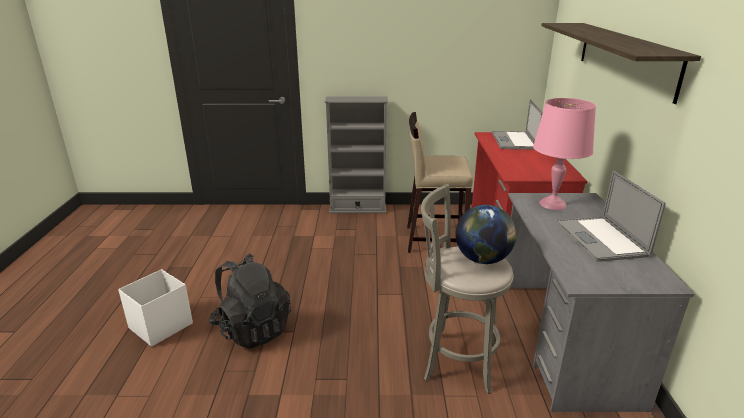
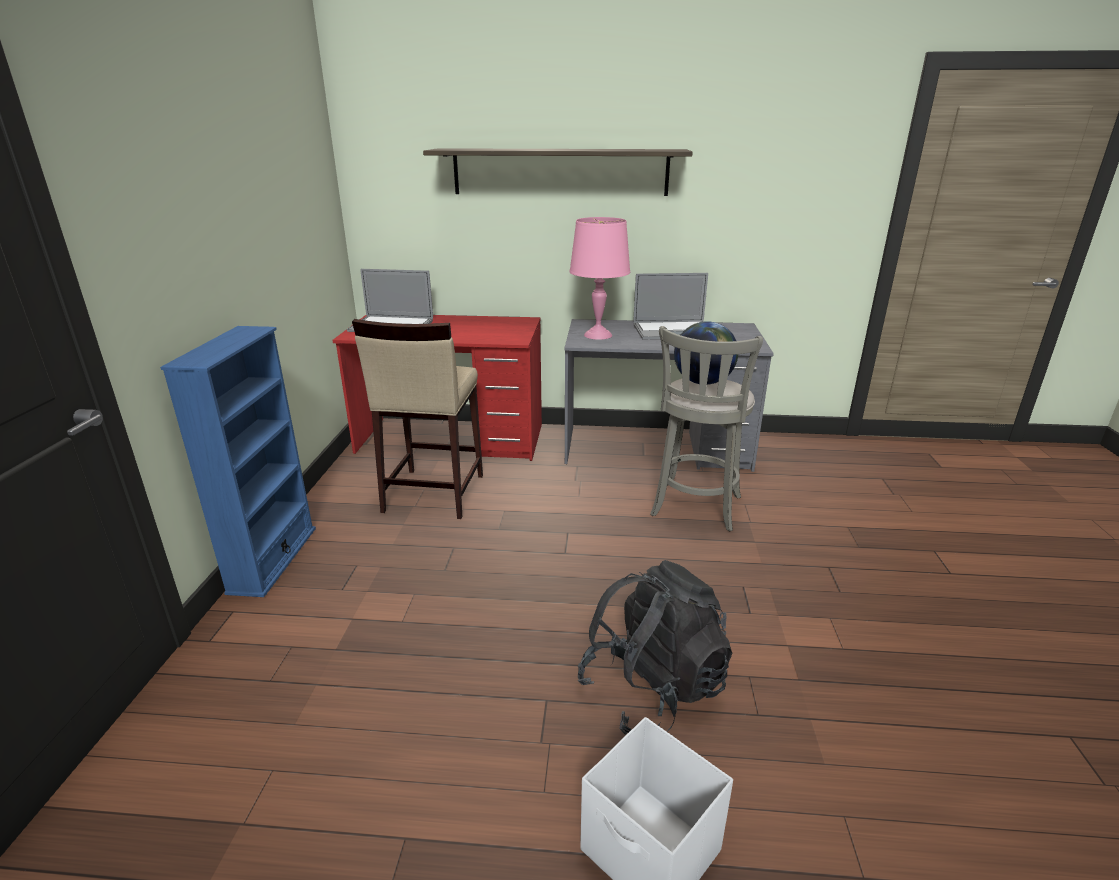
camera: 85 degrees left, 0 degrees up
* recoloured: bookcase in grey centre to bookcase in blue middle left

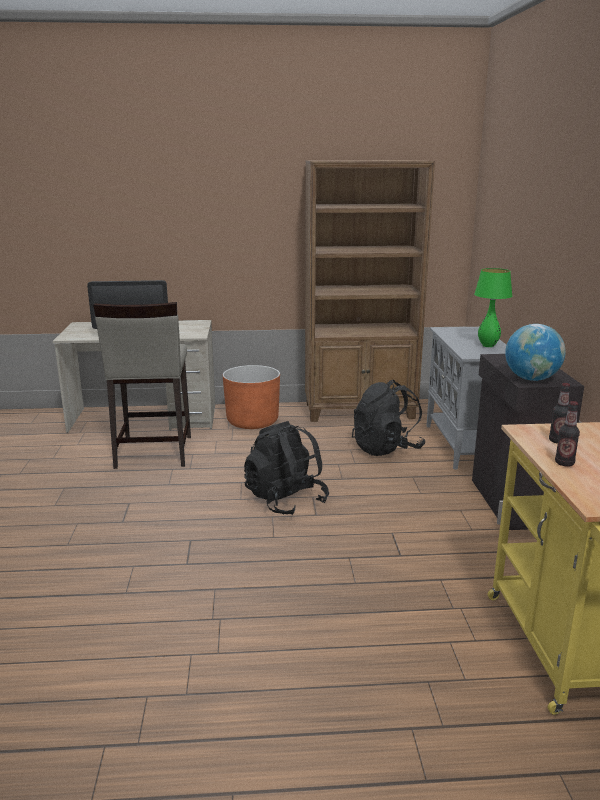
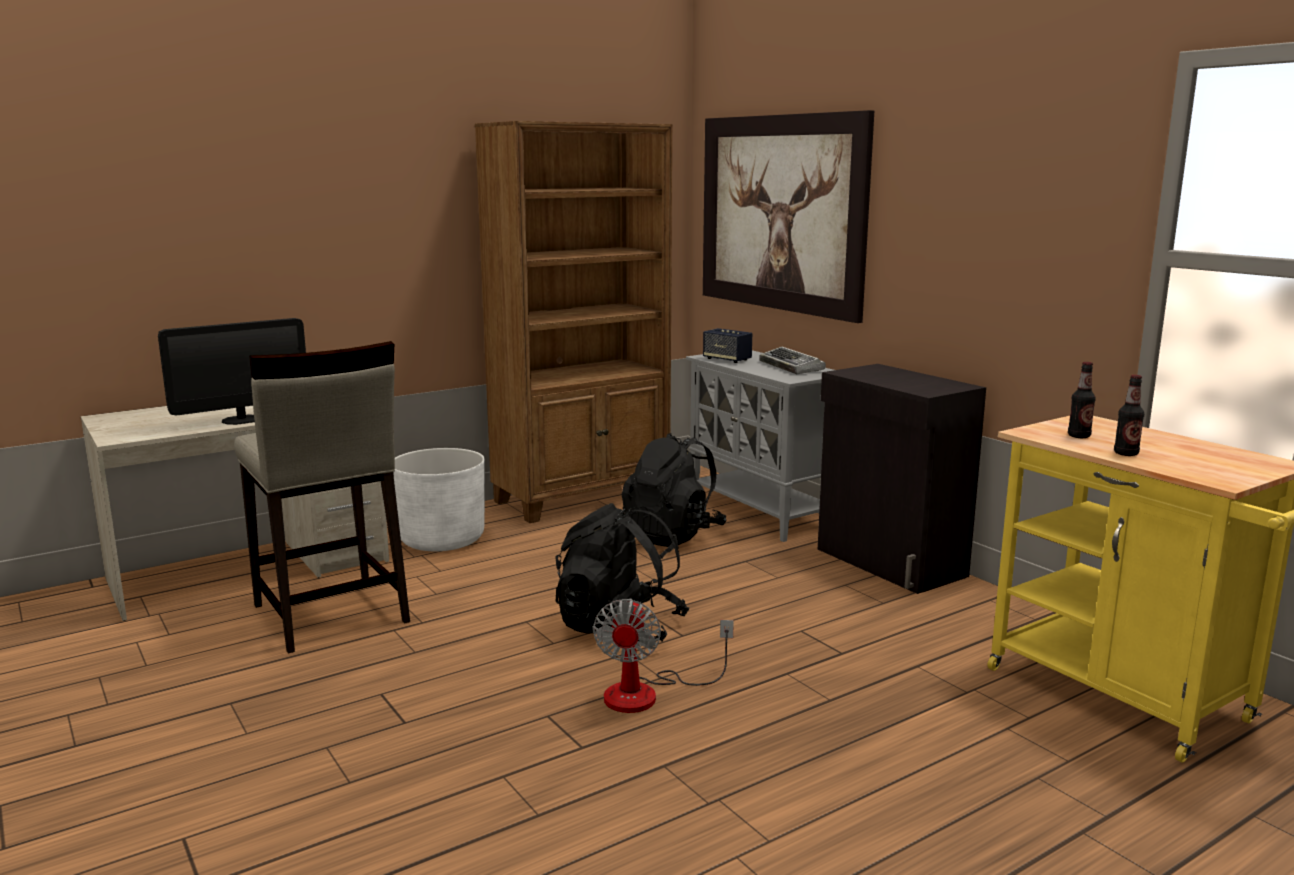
camera: 30 degrees left, 5 degrees down
* recoloured: planter in orange centre to planter in white centre
* added: fan bottom centre
* added: picture top centre
* added: speaker centre
* replaced: table lamp in green middle right to keyboard centre
* removed: globe middle right

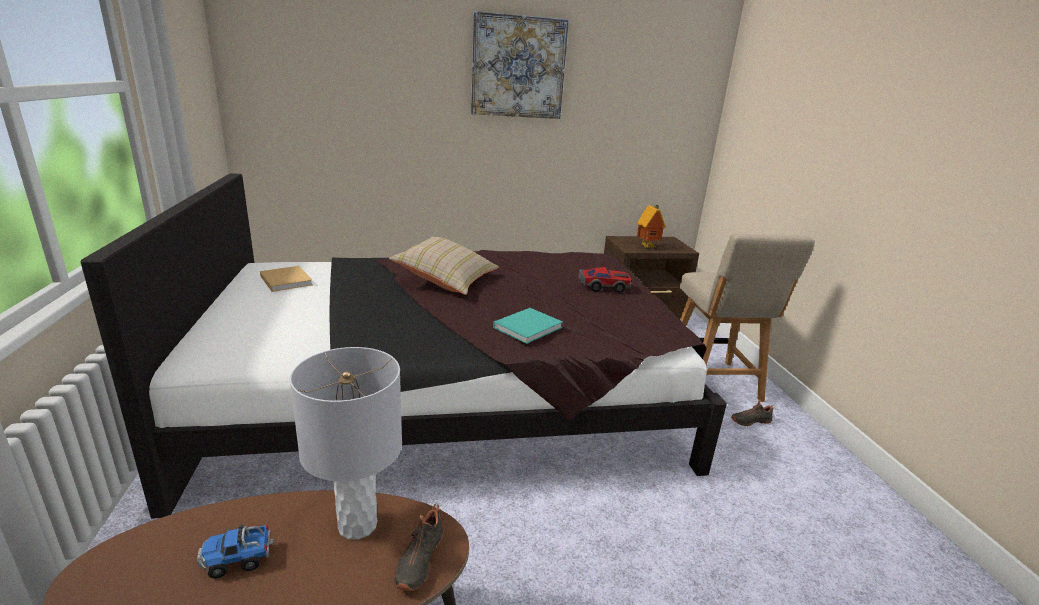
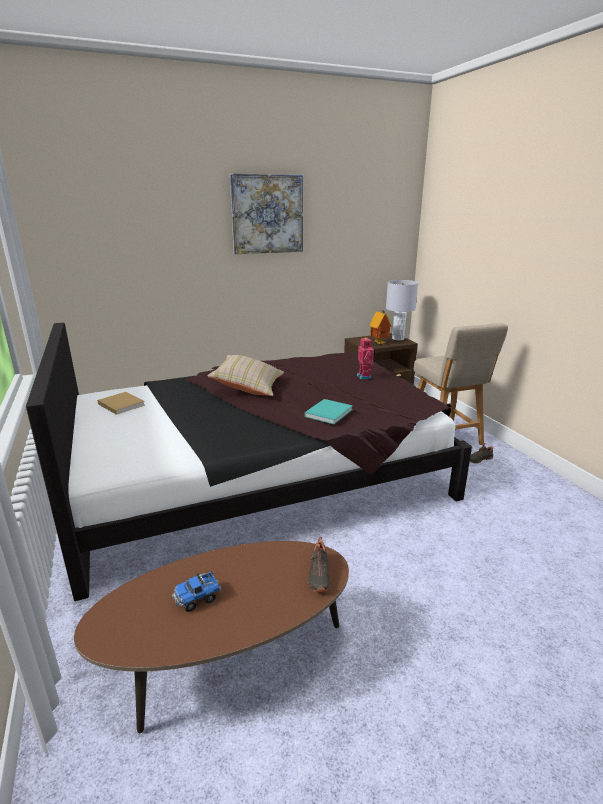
camera: 10 degrees left, 0 degrees up
* replaced: toy car centre to toy robot centre
* moved: table lamp in grey bottom left to middle right

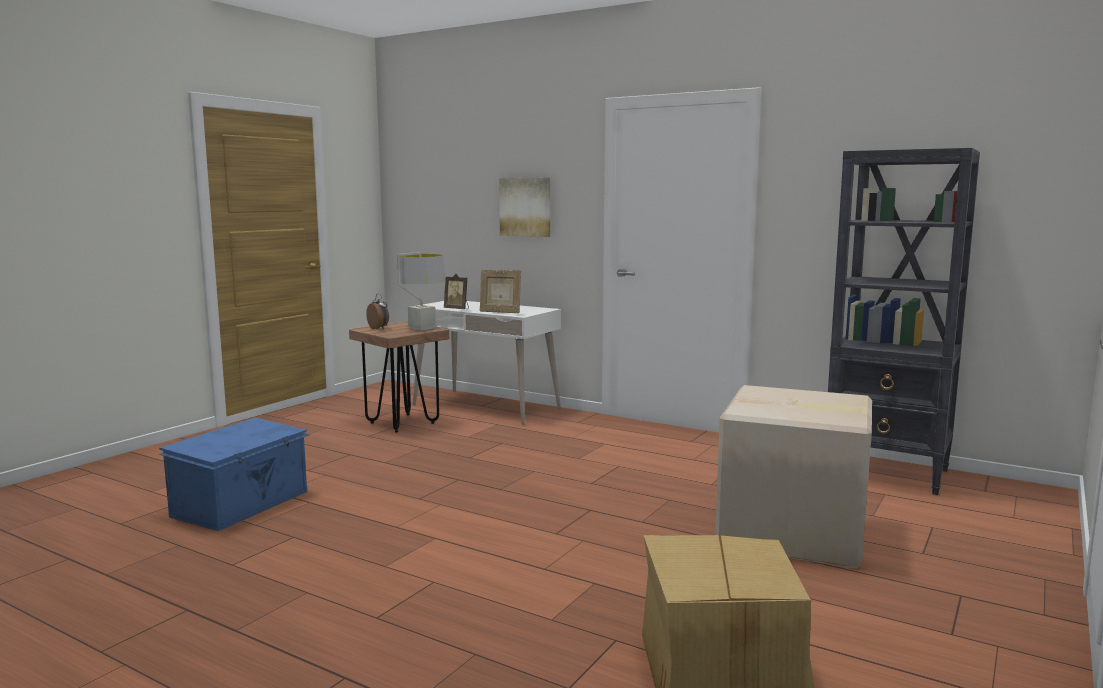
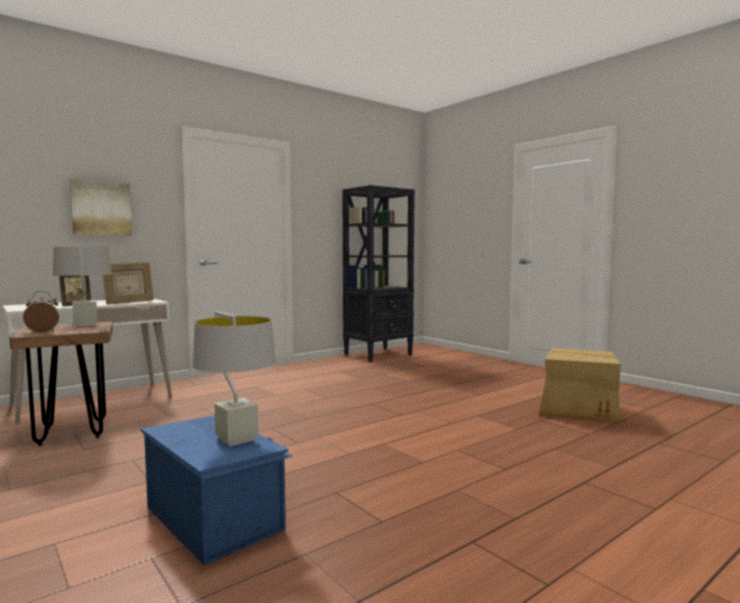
camera: 70 degrees left, 5 degrees down
* added: table lamp in grey (2nd from left) middle left
* removed: cardboard box (2nd from left) bottom right

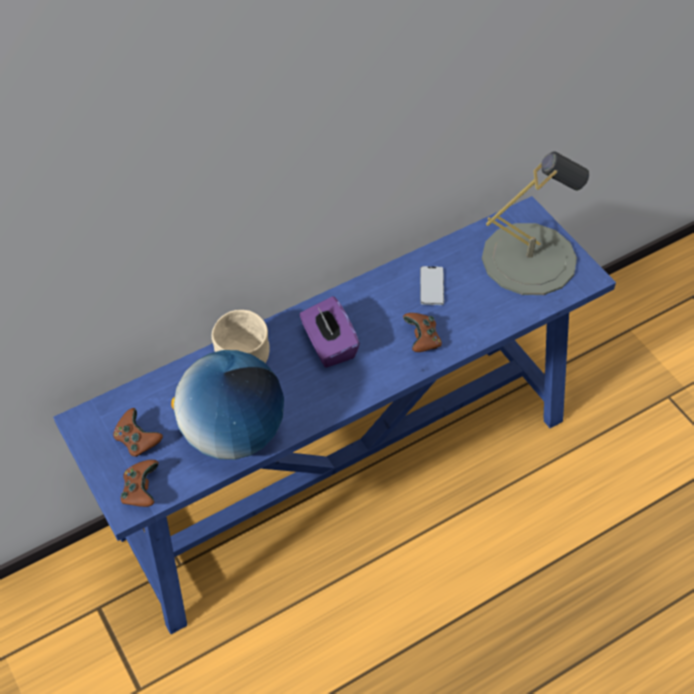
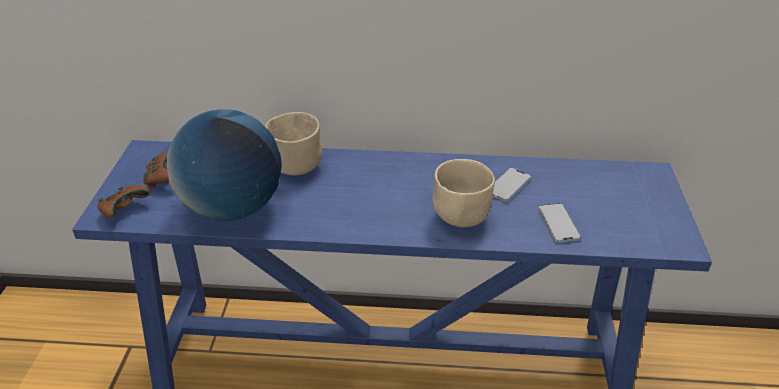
camera: 35 degrees right, 15 degrees down
* replaced: game controller in brown (3rd from left) centre to bowl in beige (2nd from left) centre
* added: phone (2nd from left) middle right
* removed: tissue box in purple centre
* removed: table lamp in grey top right

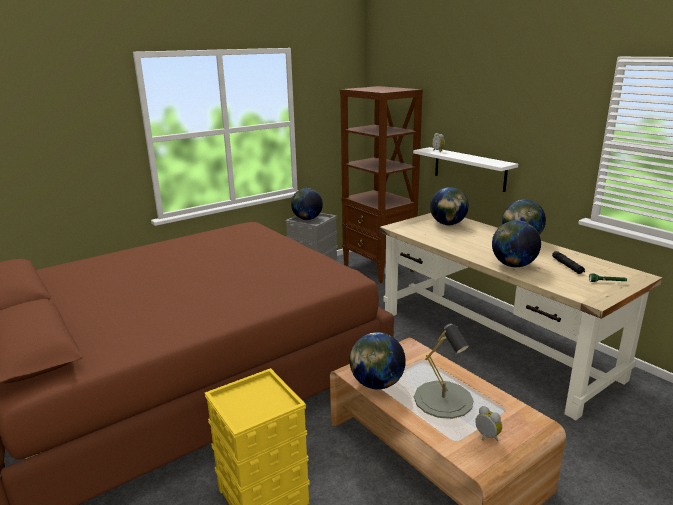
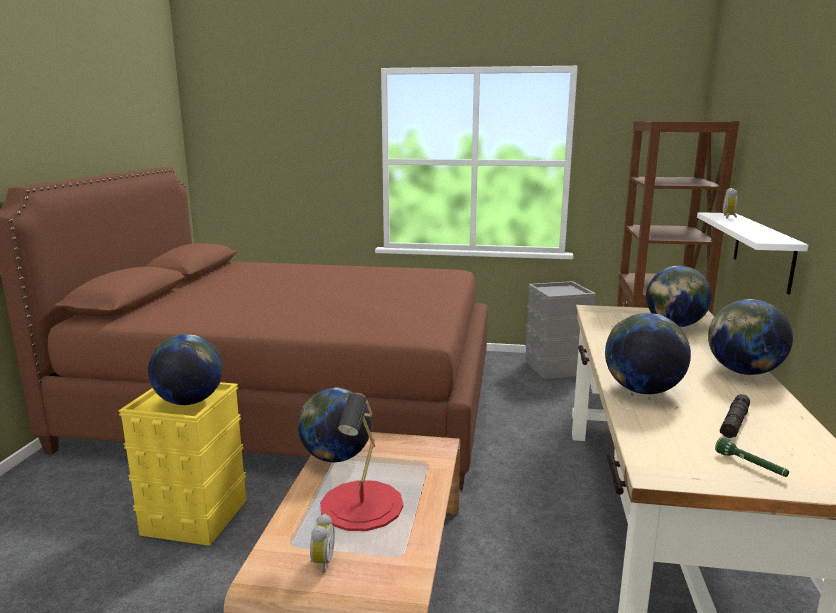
camera: 45 degrees right, 5 degrees down
* moved: globe (1st from left) centre to middle left
* recoloured: table lamp in grey bottom centre to table lamp in red bottom centre

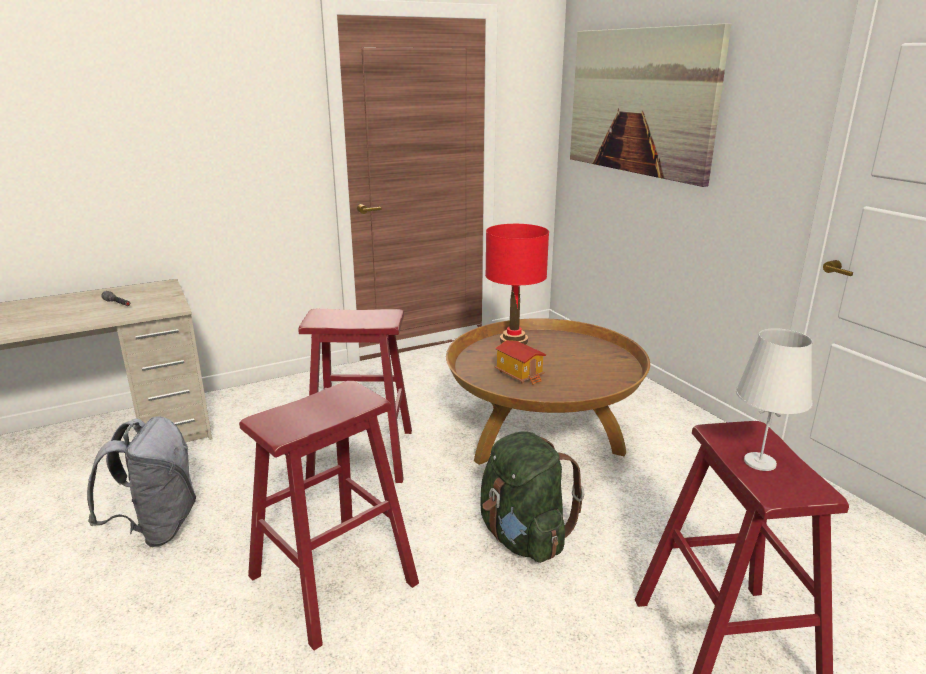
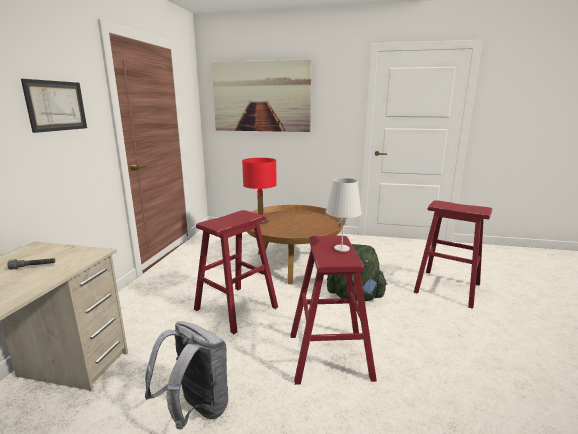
camera: 50 degrees left, 5 degrees down
* added: picture (1st from left) top left
* moved: table lamp in white middle right to centre
* removed: toy house centre

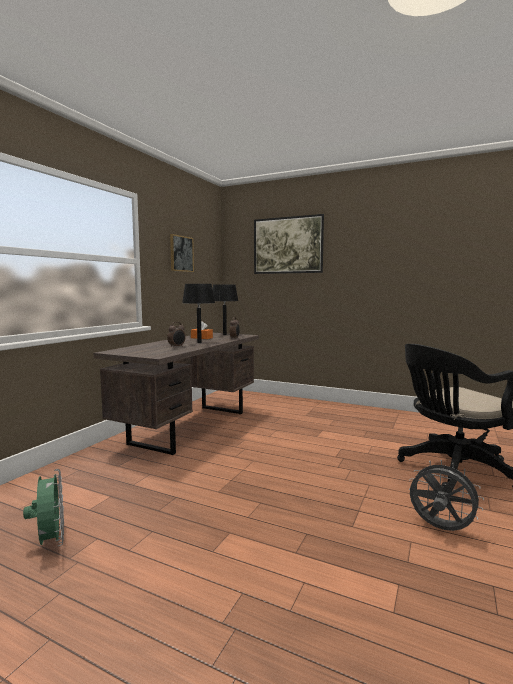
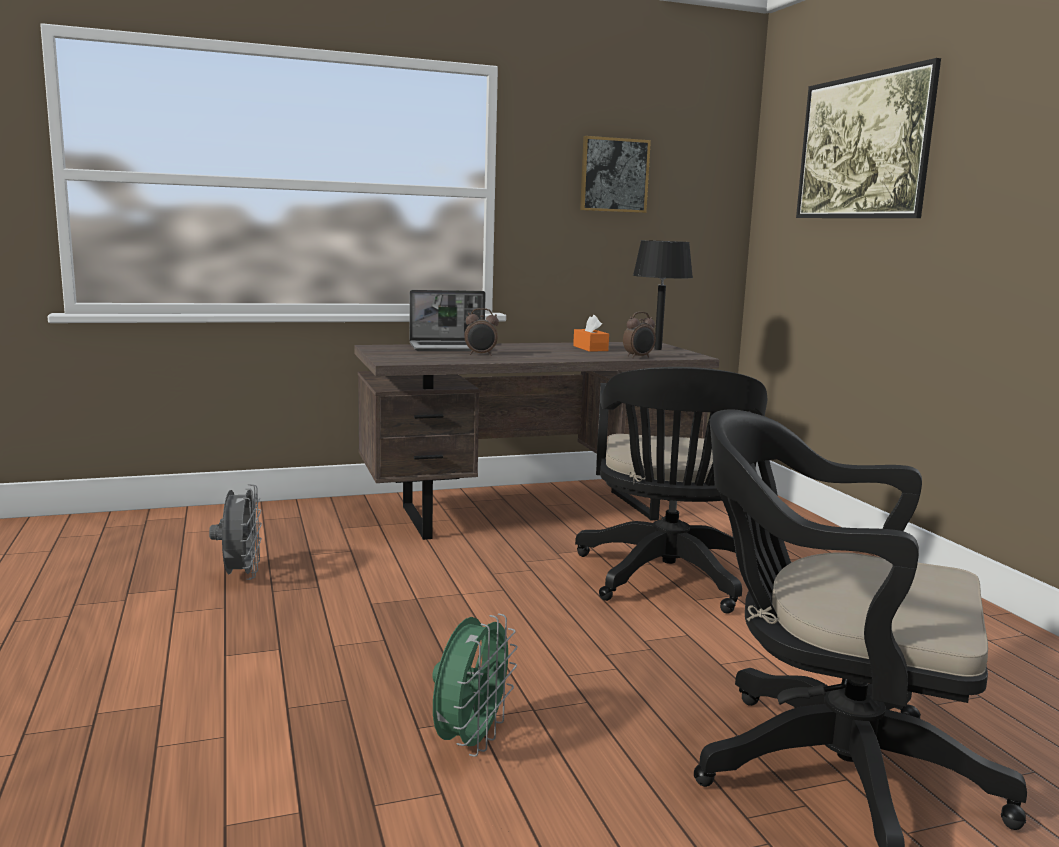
camera: 45 degrees right, 5 degrees up
* moved: fan in grey bottom right to middle left
* added: laptop centre
* moved: fan in green bottom left to bottom centre
* added: office chair in black (1st from left) centre
* removed: table lamp in black (1st from left) centre

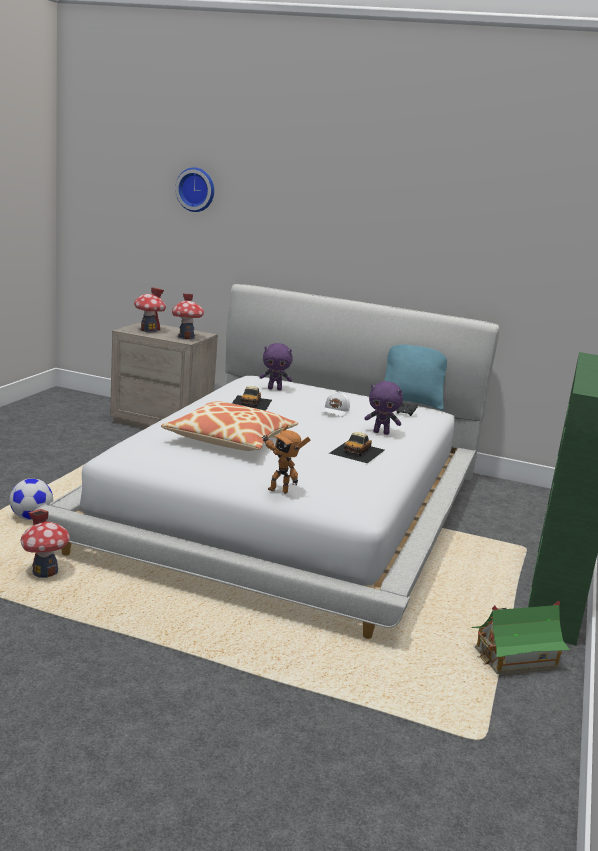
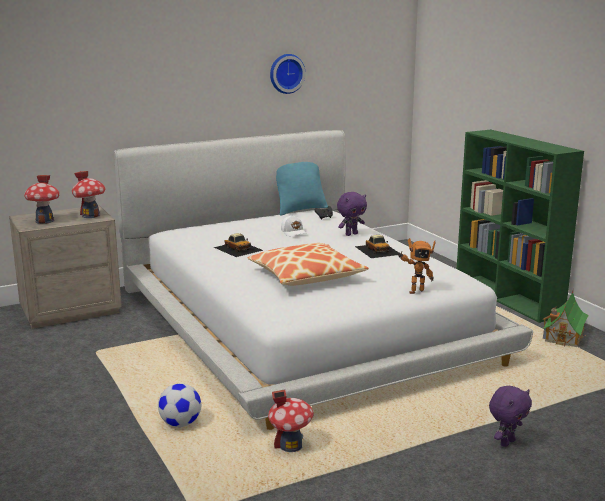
camera: 45 degrees left, 0 degrees up
* moved: wall clock top left to top centre
* moved: plush toy in purple (1st from left in the first image) centre to plush toy in purple (2nd from left) bottom right

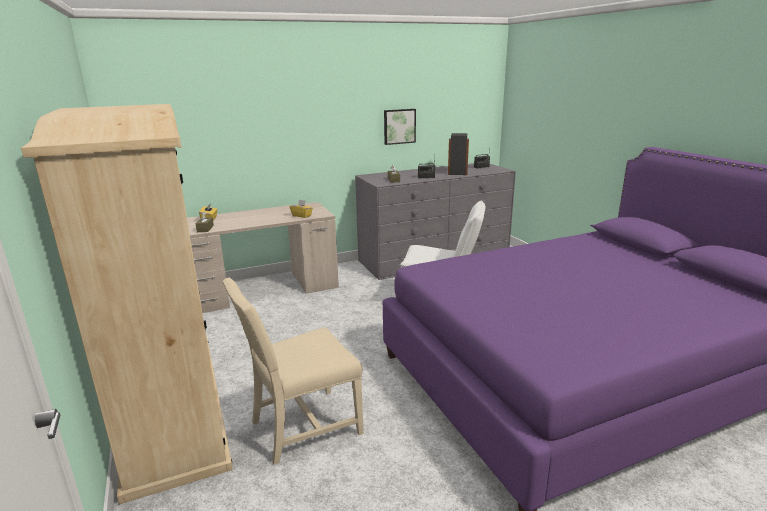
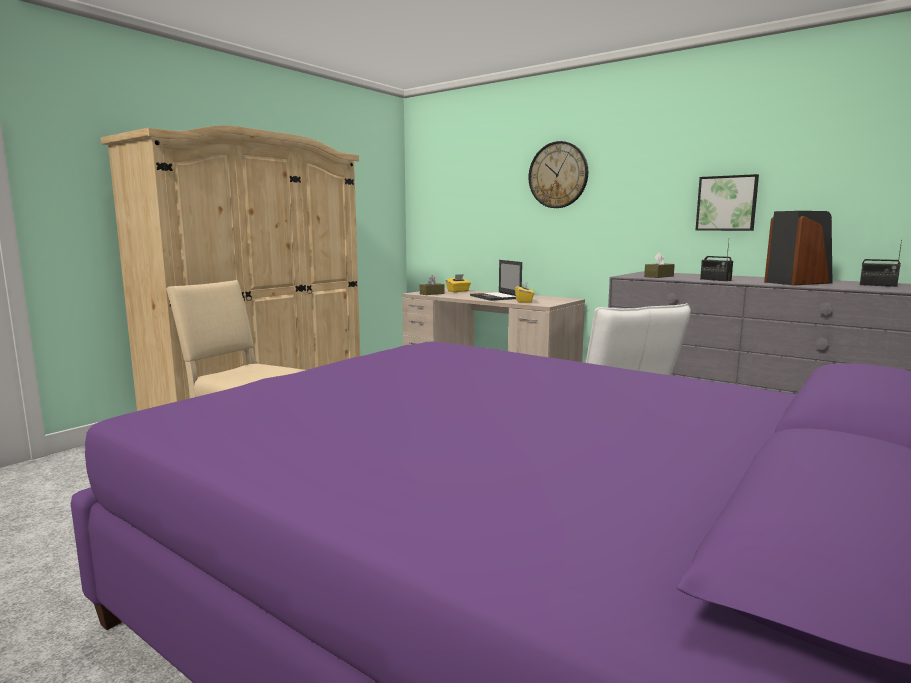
camera: 60 degrees right, 10 degrees down
* added: laptop centre
* added: wall clock top centre

